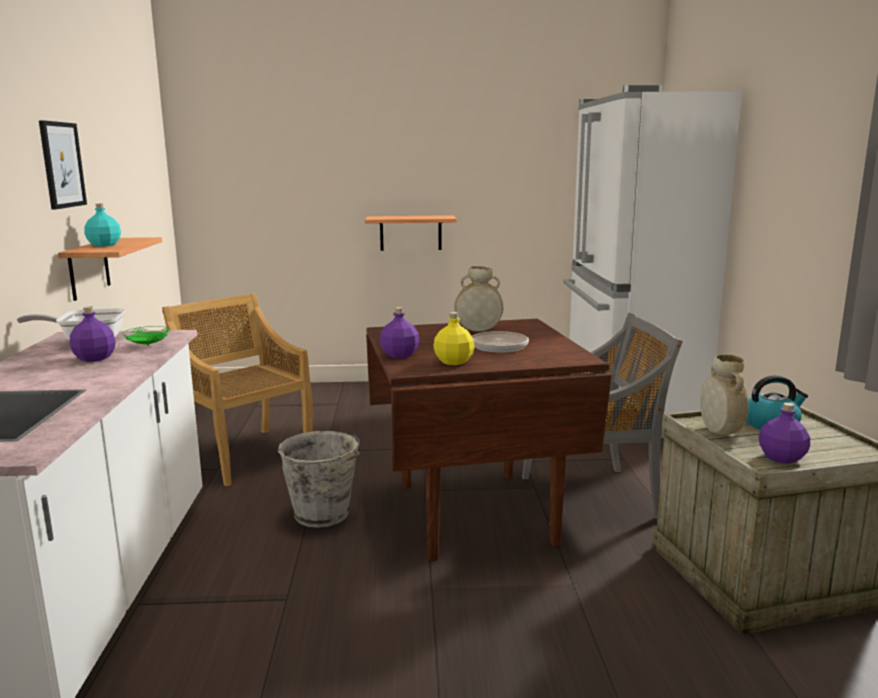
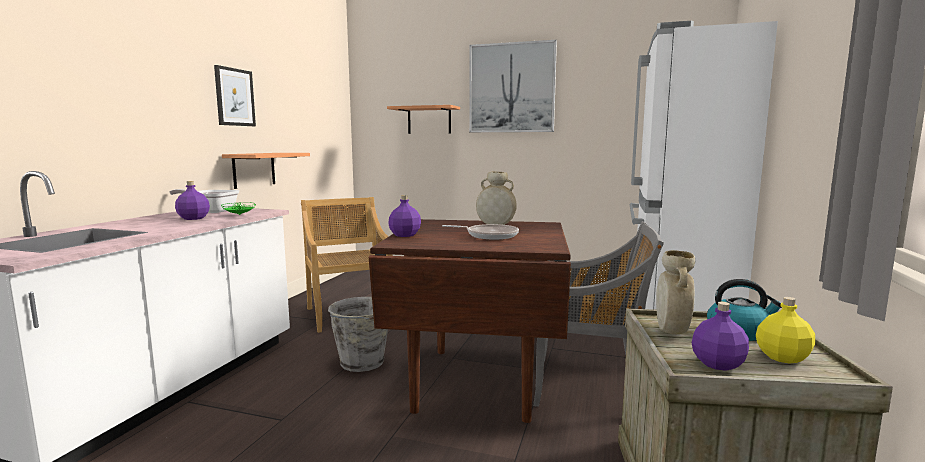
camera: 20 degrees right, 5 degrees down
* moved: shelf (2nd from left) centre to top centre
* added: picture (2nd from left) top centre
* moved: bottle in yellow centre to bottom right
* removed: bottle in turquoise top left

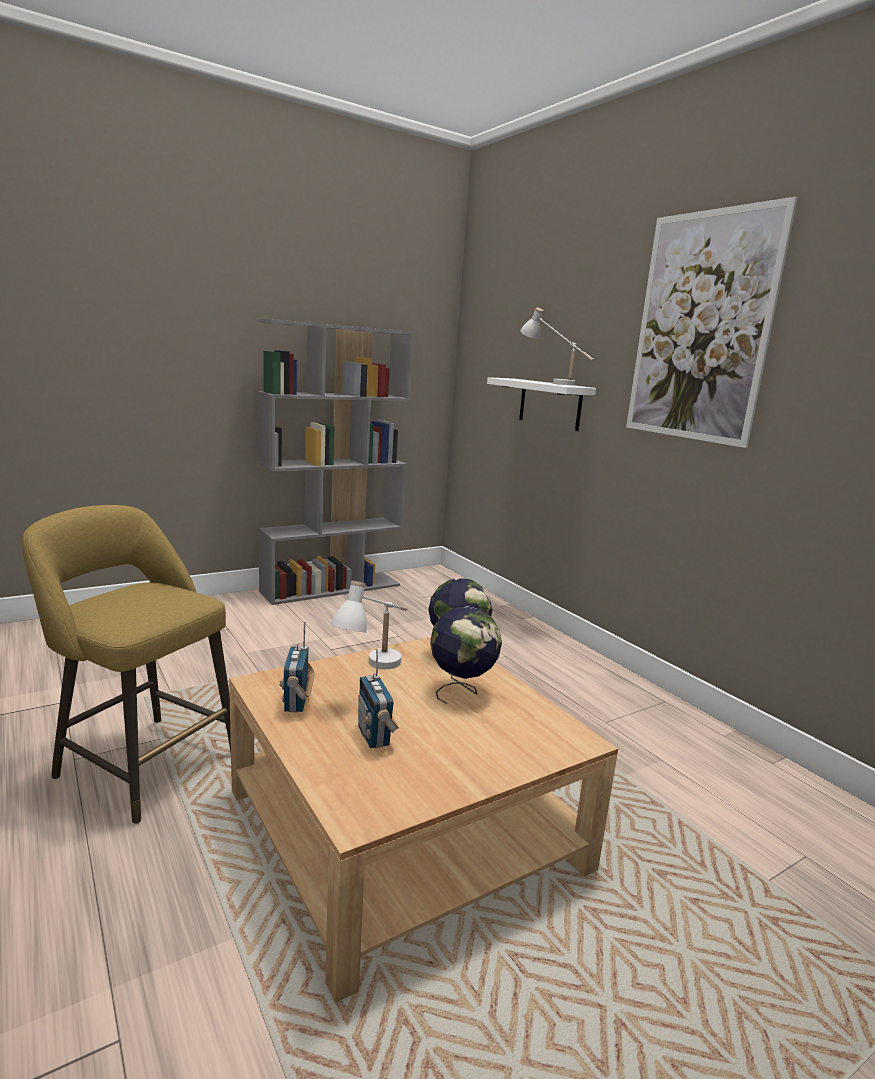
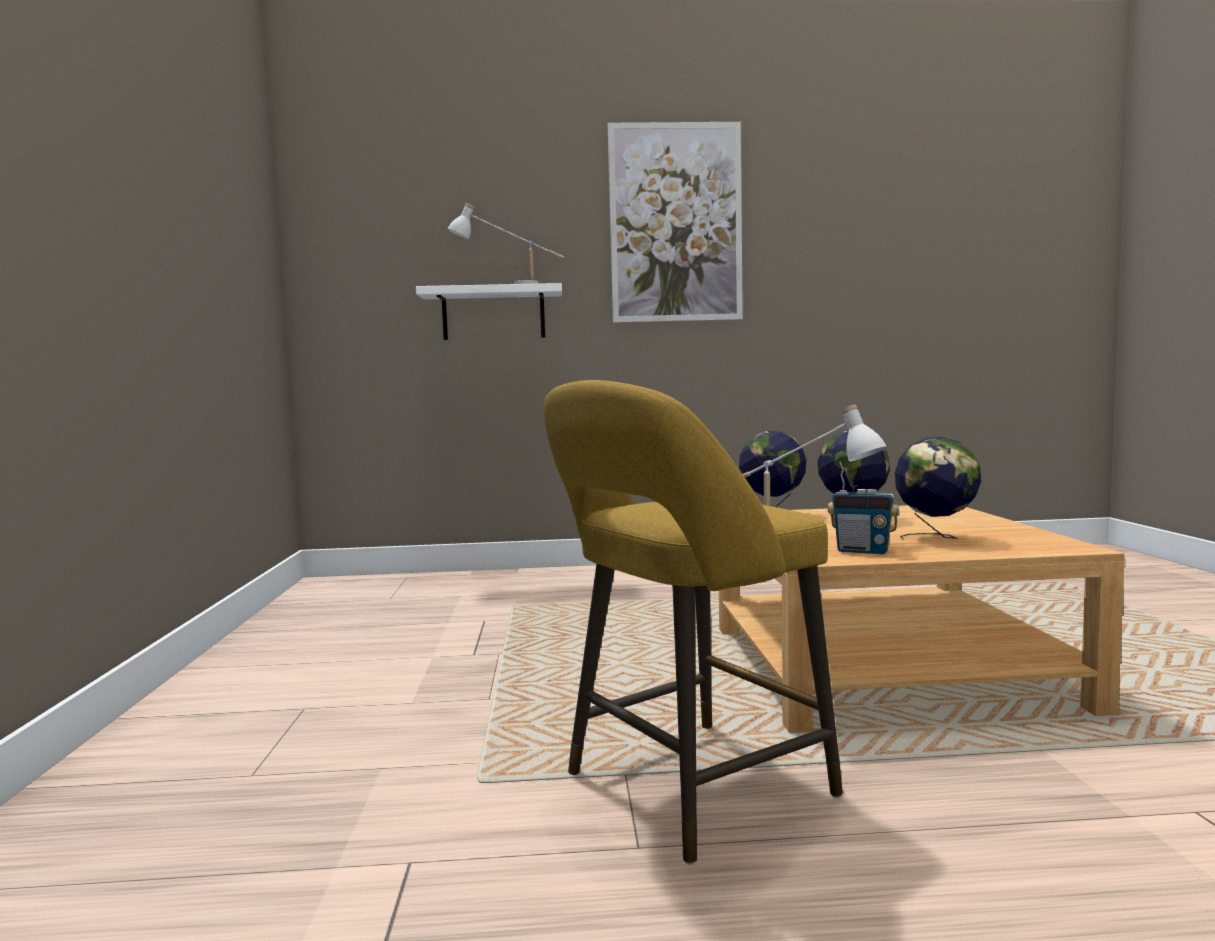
camera: 60 degrees left, 10 degrees down
* replaced: radio (2nd from left) centre to globe (3rd from left) middle right
* removed: bookcase in grey centre

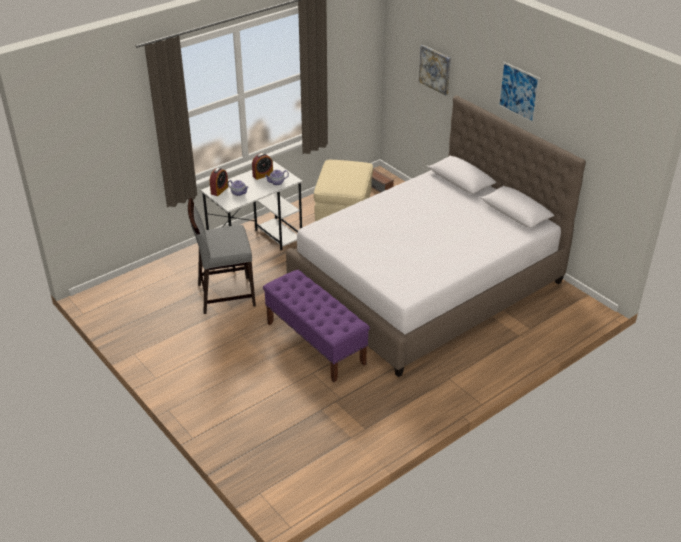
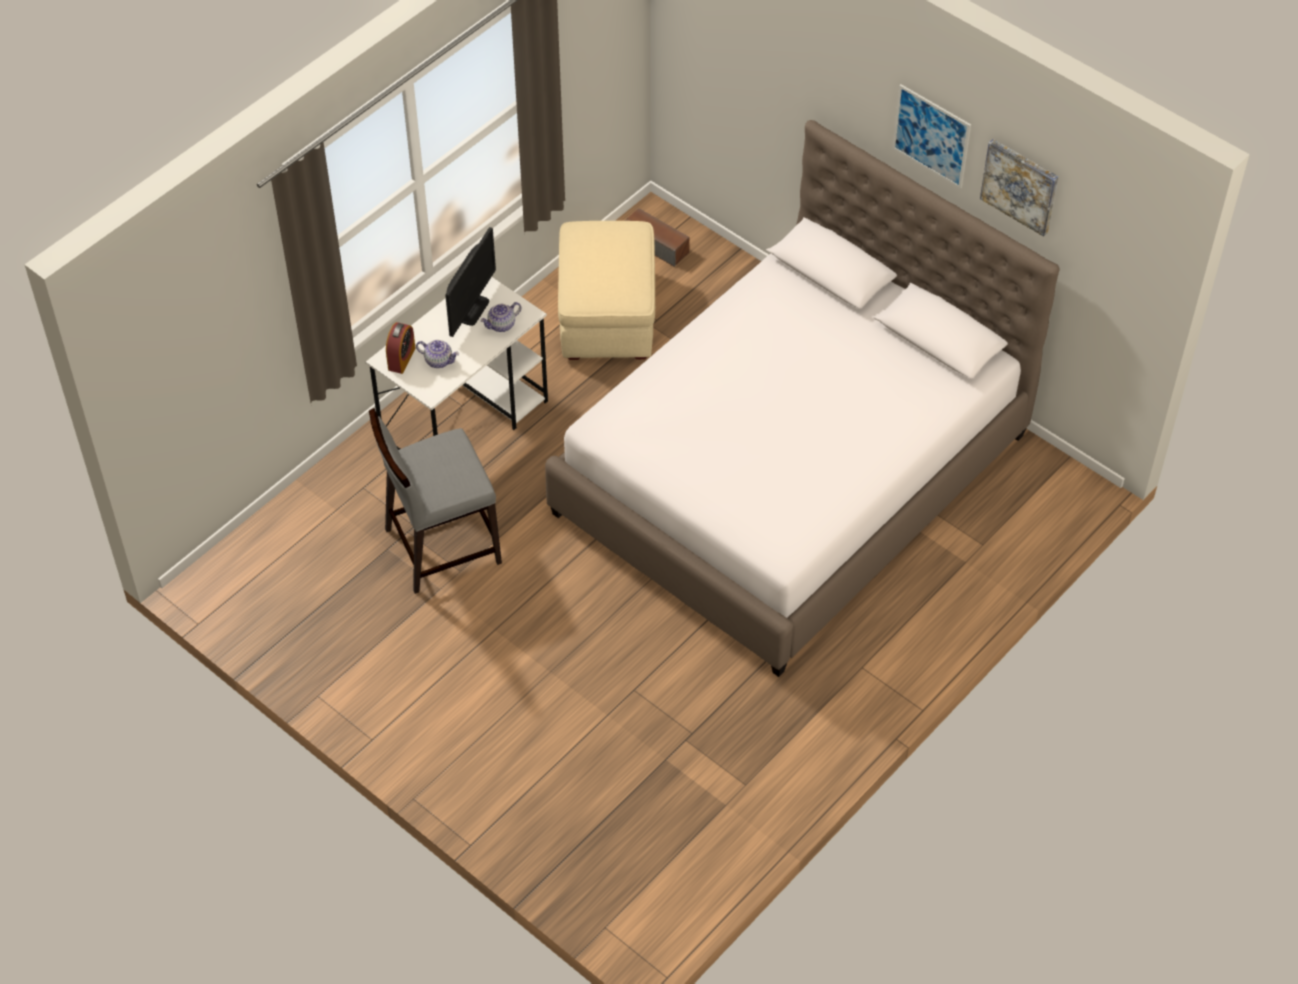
camera: 10 degrees left, 15 degrees up
* replaced: alarm clock (2nd from left) top centre to monitor top centre
* moved: picture (1st from left in the first image) top centre to picture (2nd from left) top right
* removed: bench in purple centre

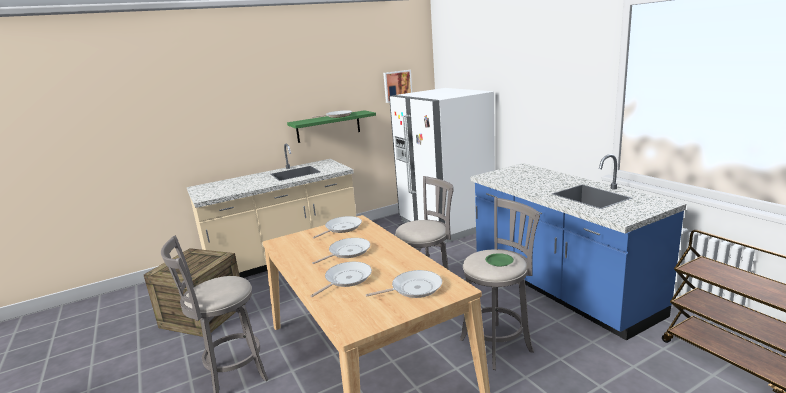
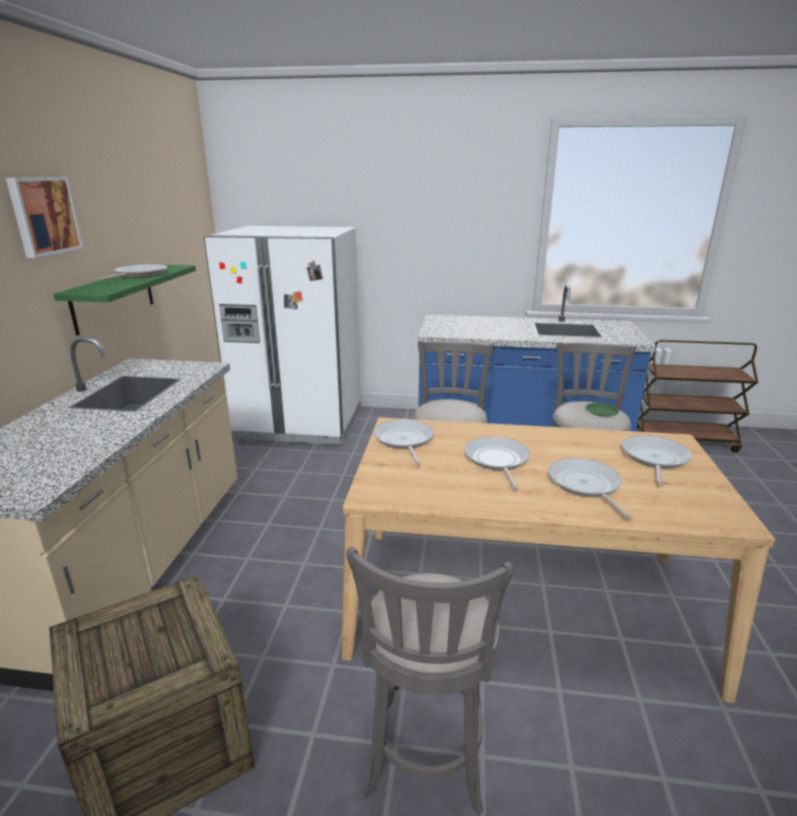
camera: 55 degrees left, 5 degrees up
* moved: picture top centre to top left

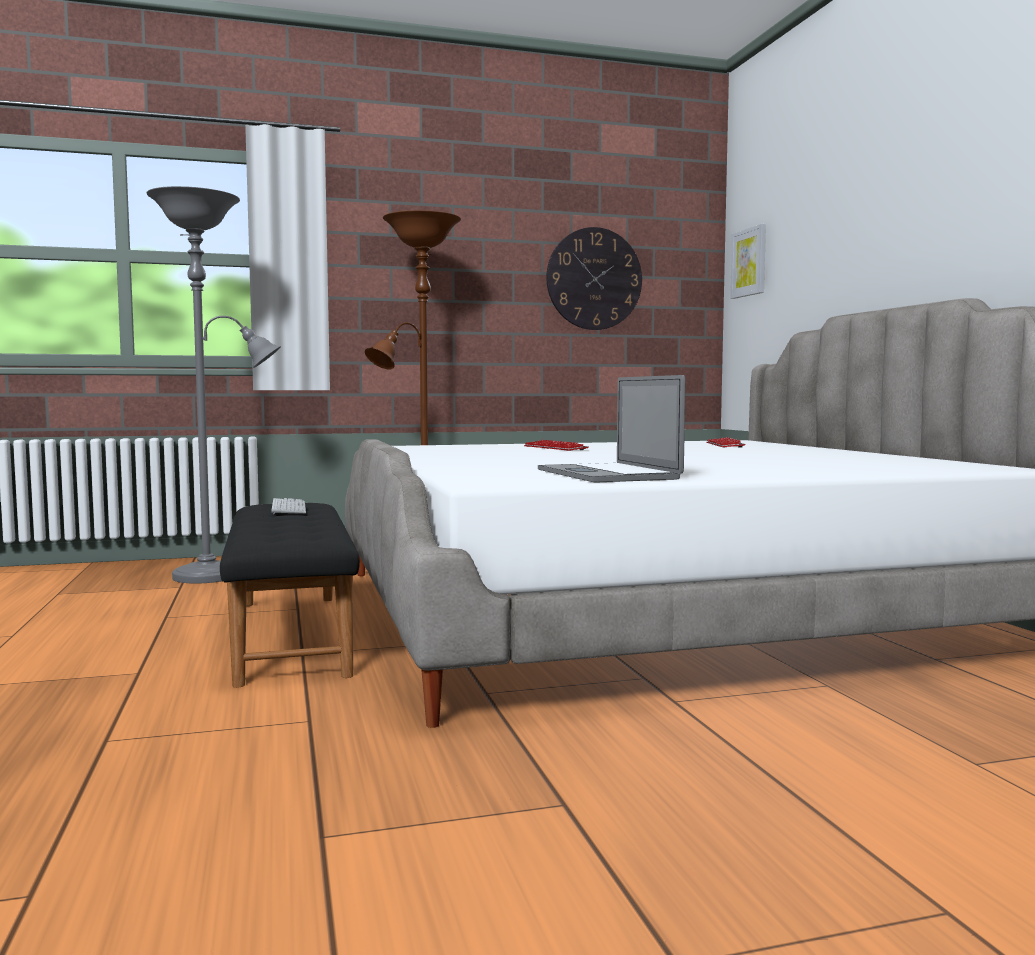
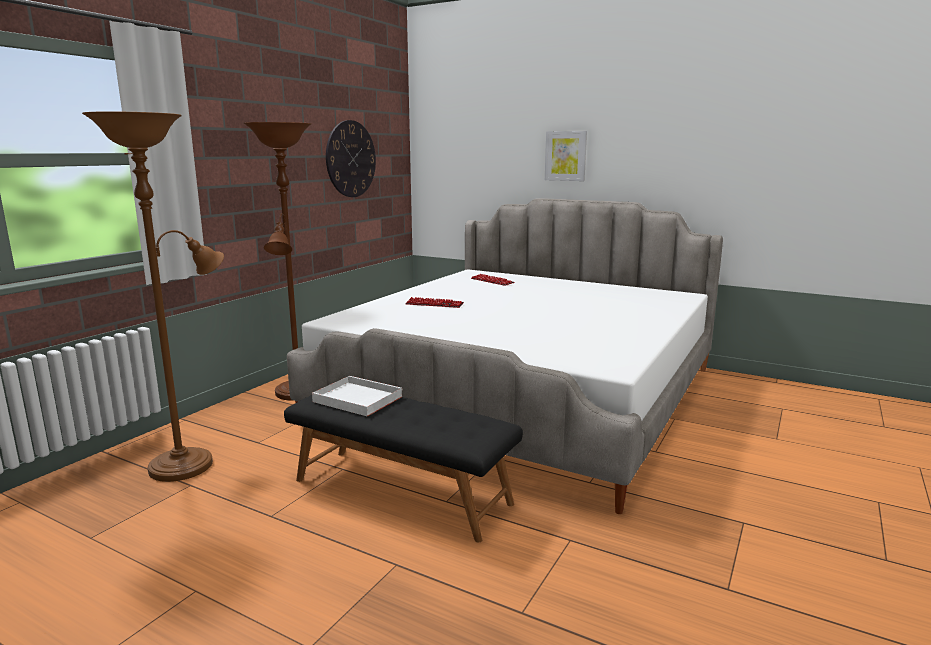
camera: 45 degrees left, 10 degrees up
* recoloured: floor lamp in grey middle left to floor lamp in brown (1st from left) middle left
* replaced: keyboard (1st from left) middle left to tray in white centre
* moved: picture top right to top centre
* removed: laptop centre

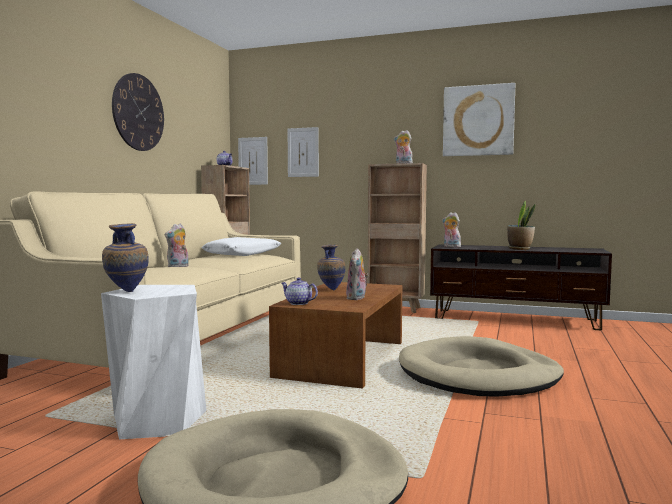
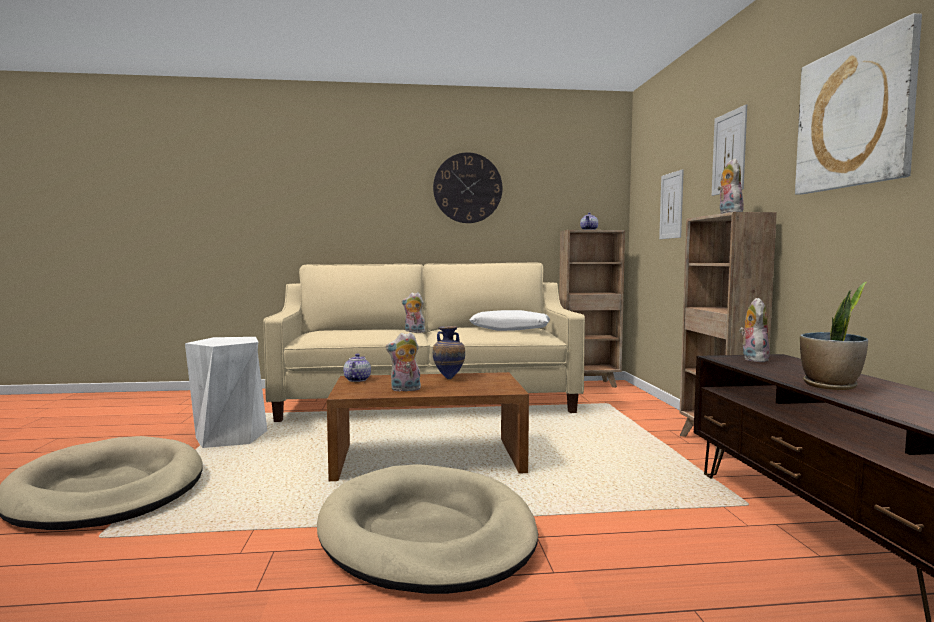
camera: 65 degrees right, 0 degrees up
* moved: picture (1st from left in the first image) top centre to picture (2nd from left) top right
* removed: vase (1st from left) middle left

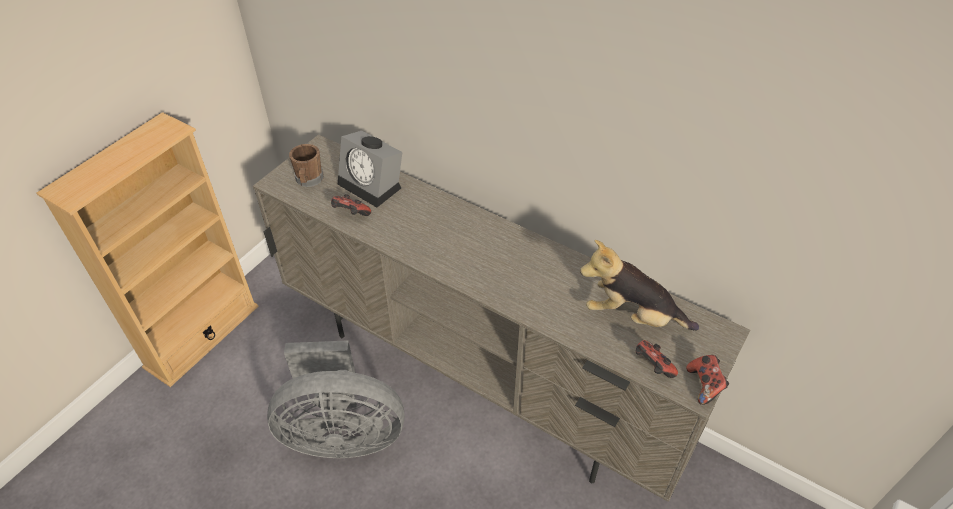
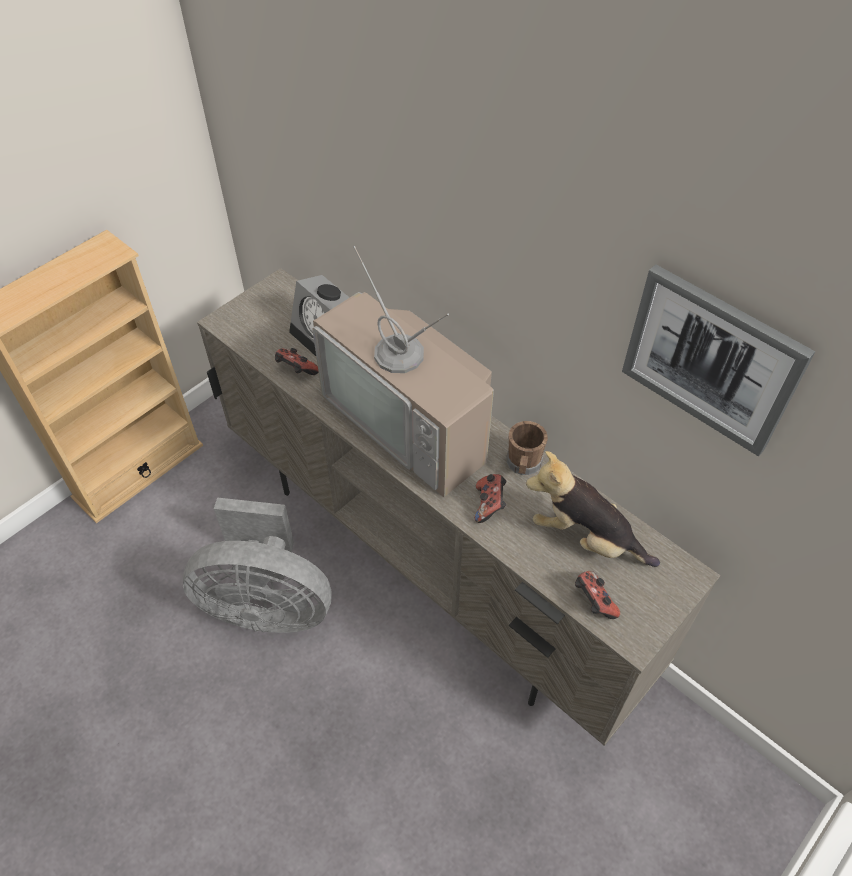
camera: 10 degrees right, 5 degrees up
* added: television centre
* moved: game controller (3rd from left in the first image) bottom right to game controller (2nd from left) centre
* moved: mug in brown top left to centre
* added: picture middle right

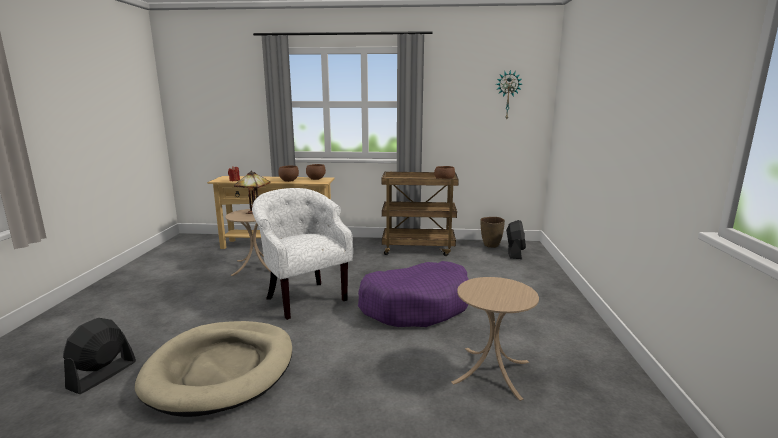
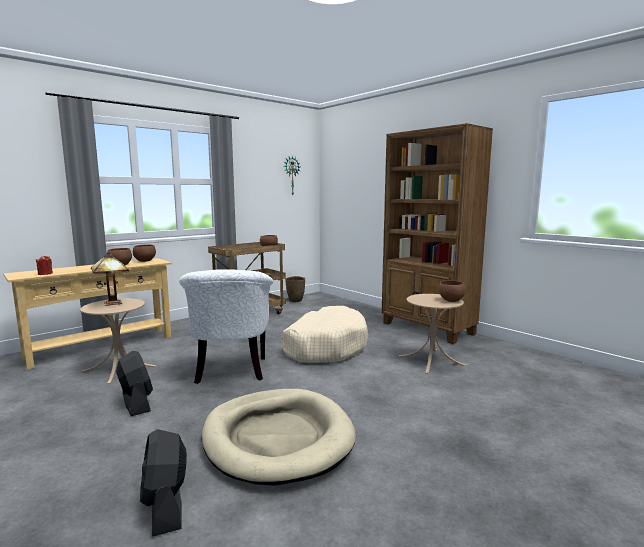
camera: 45 degrees left, 5 degrees down
* moved: fan in black (2nd from left in the first image) centre to fan in black (1st from left) bottom left
* turned: armchair in white centre = centre 105 degrees counterclockwise
* recoloured: dog bed in purple bottom centre to dog bed in beige (2nd from left) centre
* added: bookcase in brown middle right
* added: bowl in brown (4th from left) middle right

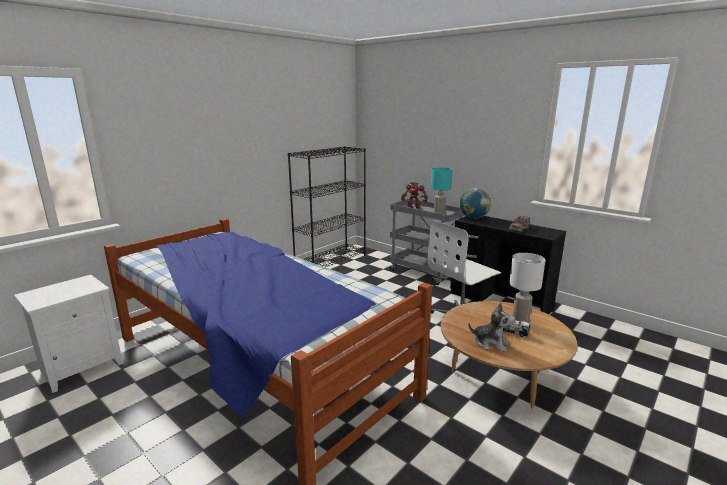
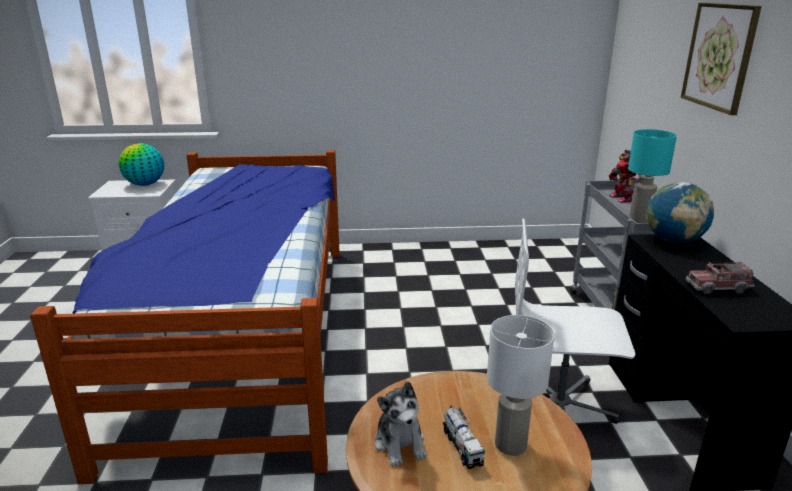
camera: 45 degrees right, 5 degrees up
* added: globe (1st from left) middle left
* added: picture top right
* removed: bookcase in black centre

